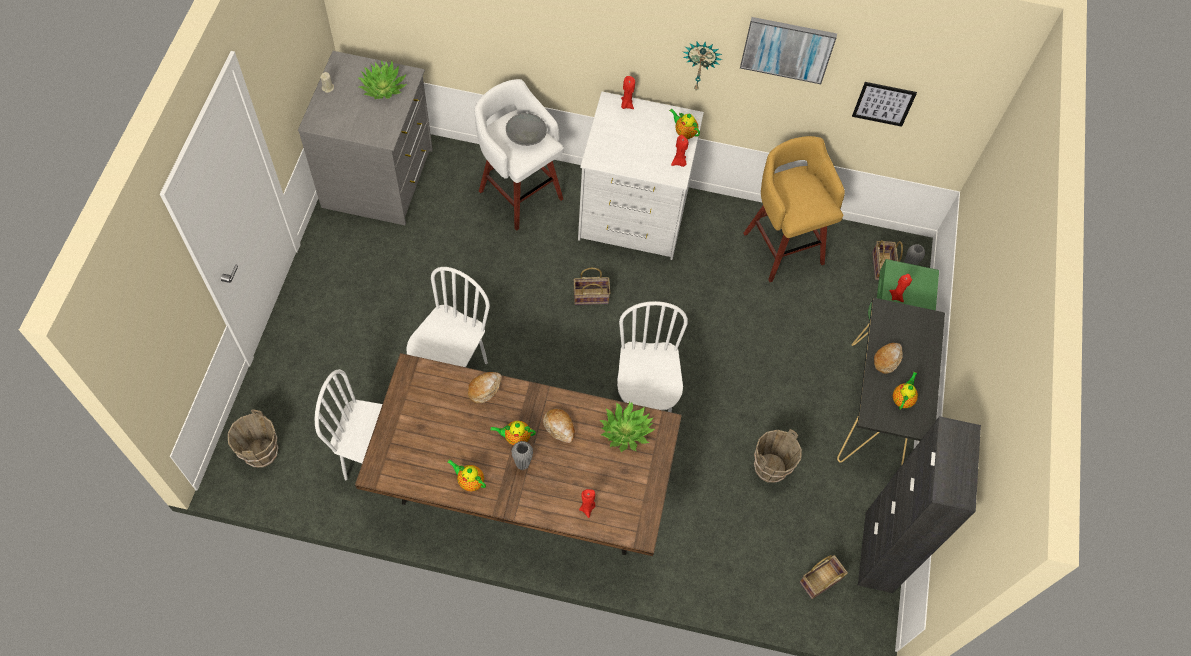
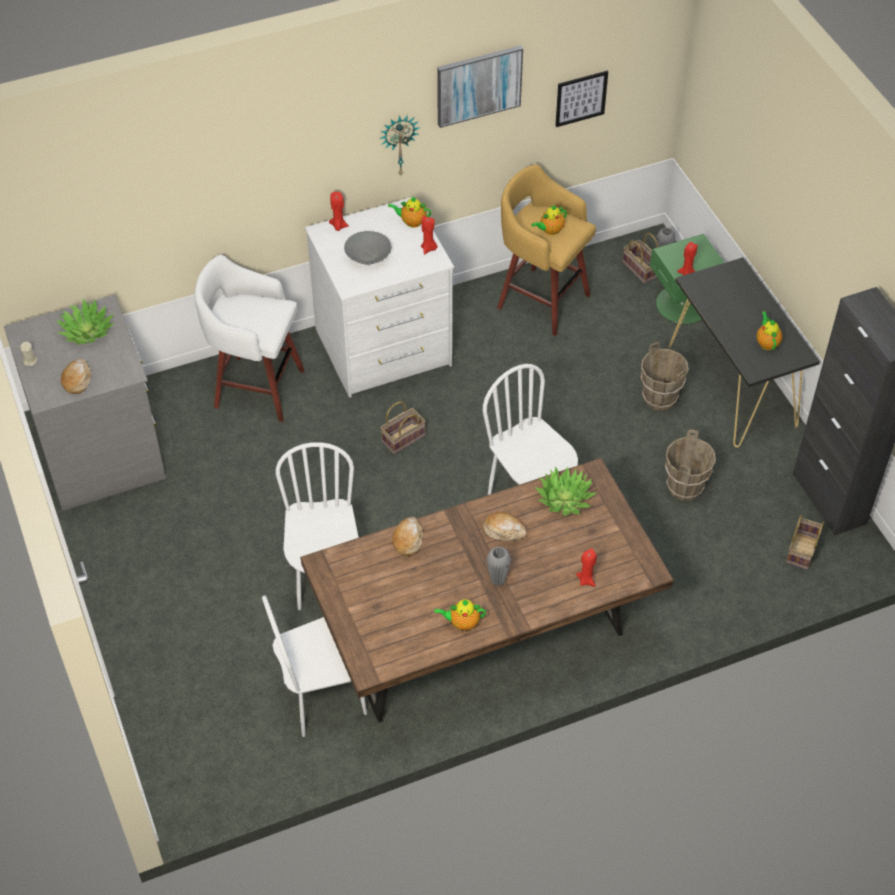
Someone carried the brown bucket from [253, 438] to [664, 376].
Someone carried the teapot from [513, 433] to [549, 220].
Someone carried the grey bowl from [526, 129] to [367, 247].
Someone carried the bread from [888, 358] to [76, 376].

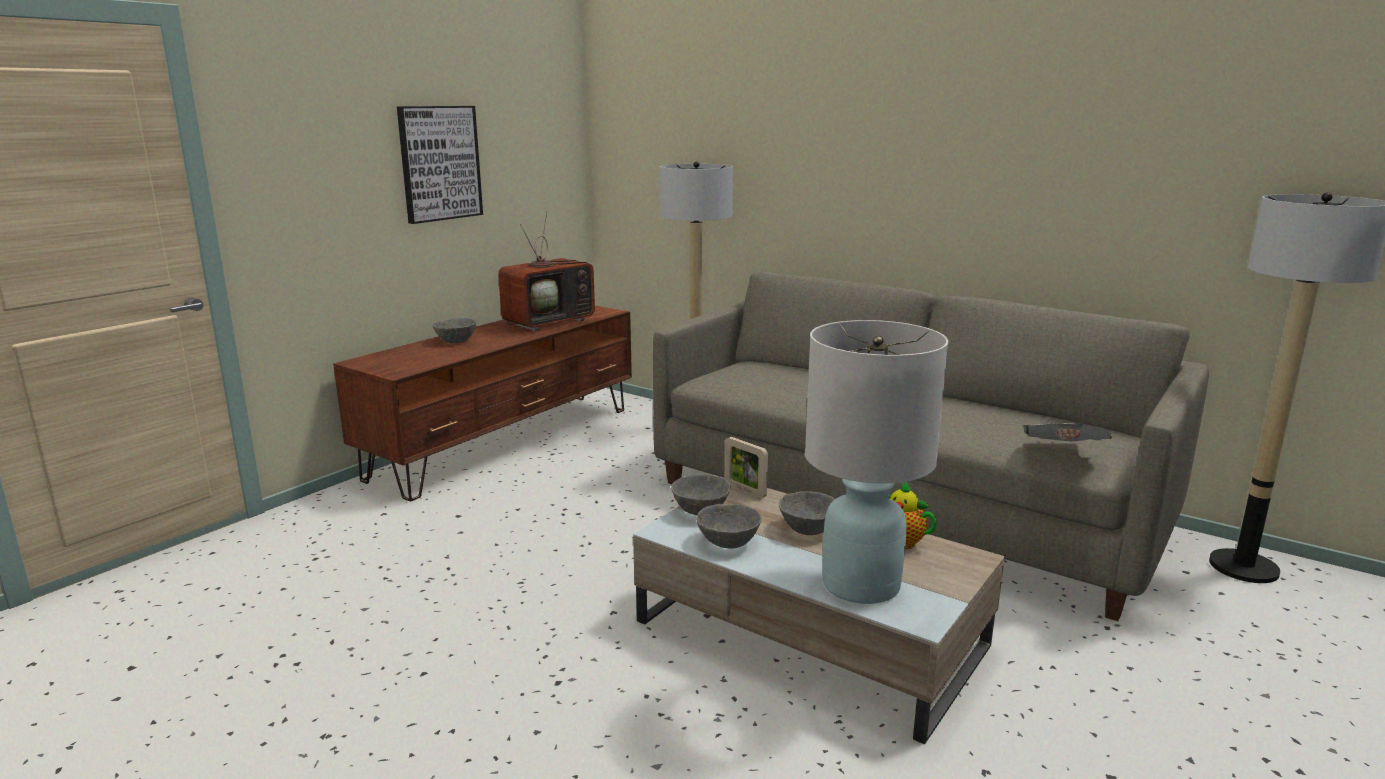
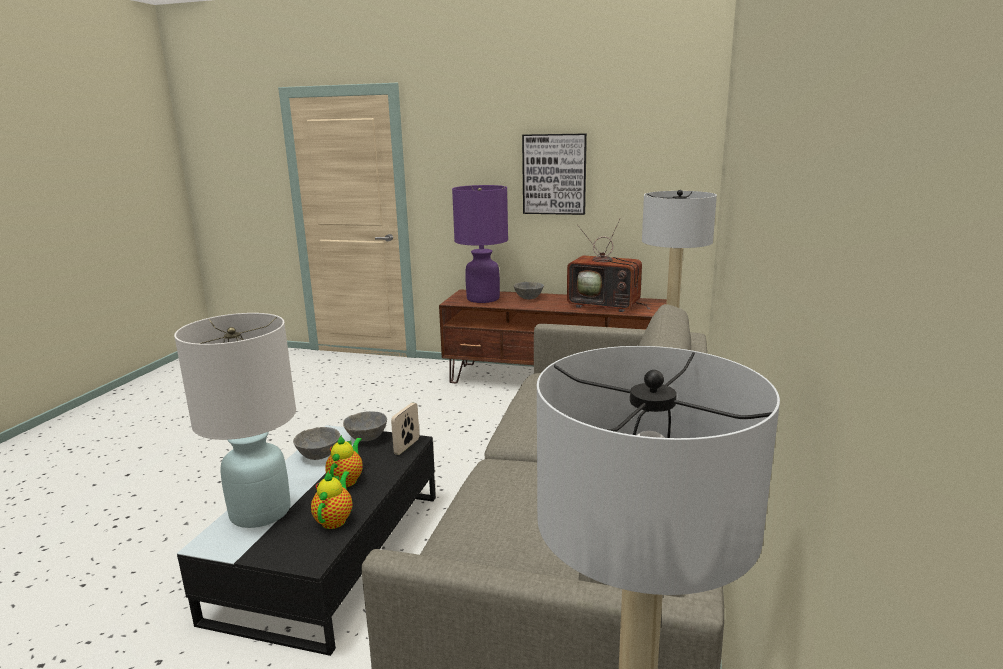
Someone took away the newspaper at [1067, 432].
Someone put down the purple table lamp at [480, 244].
Someone swapped the grey bowl at [807, 513] for the teapot at [344, 461].
Someone repainted the beige coffee table at [819, 615], which became the black coffee table at [306, 540].

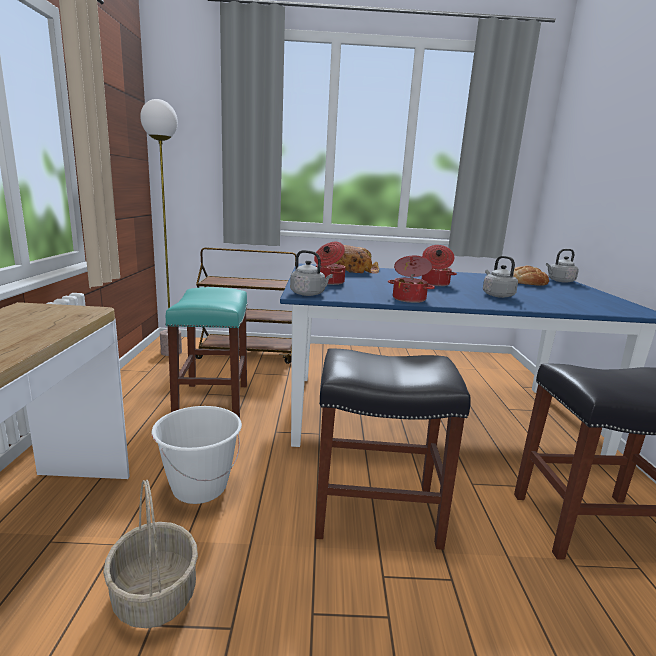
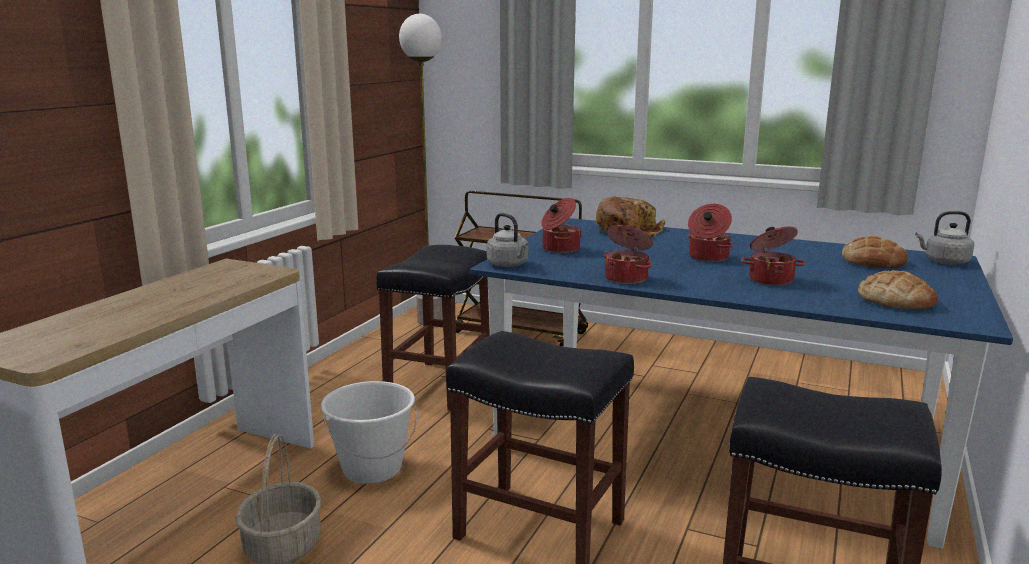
Someone put down the bread at [898, 289].
Someone swapped the grey kettle at [500, 277] for the cooking pot at [773, 256].
Someone repainted the turquoise stool at [206, 352], which became the black stool at [433, 328].

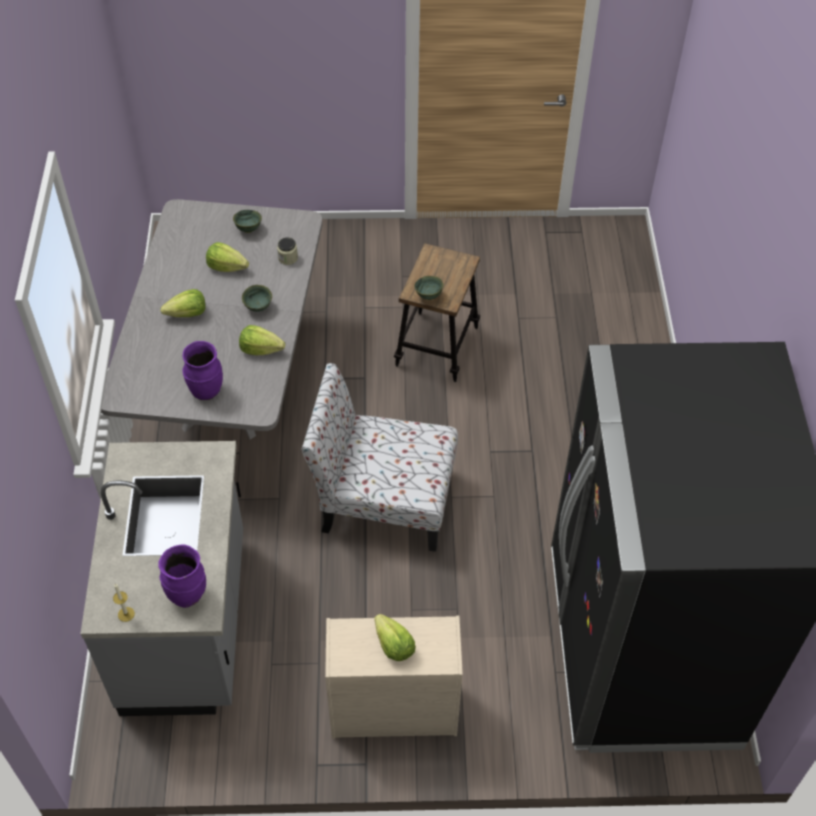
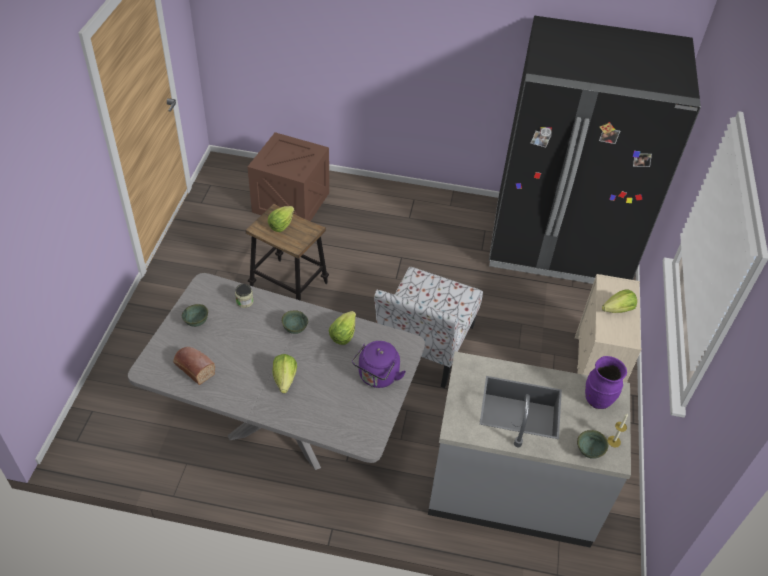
Someone put down the bread at [194, 366].
Someone put down the crate at [288, 176].
Someone carried the lettuce from [227, 257] to [281, 219].
Someone carried the green bowl from [428, 288] to [593, 444].
Someone swapped the purple vase at [202, 370] for the purple kettle at [379, 364].

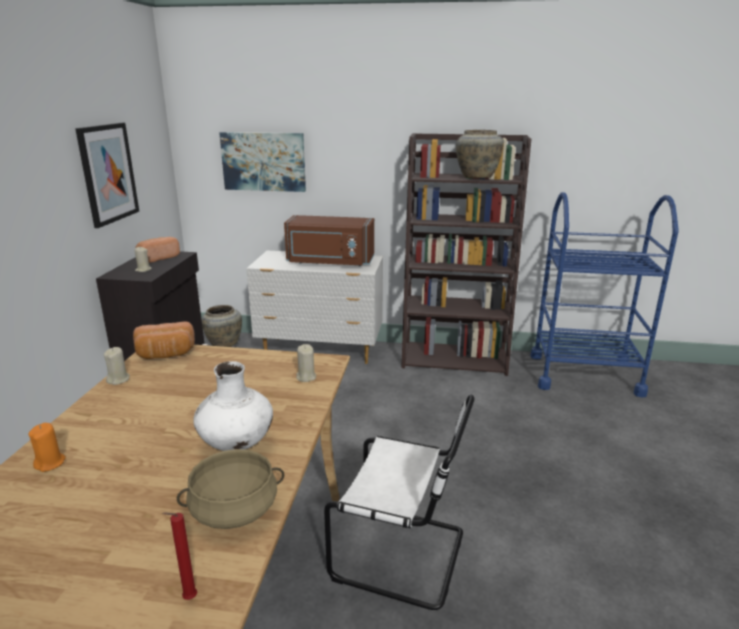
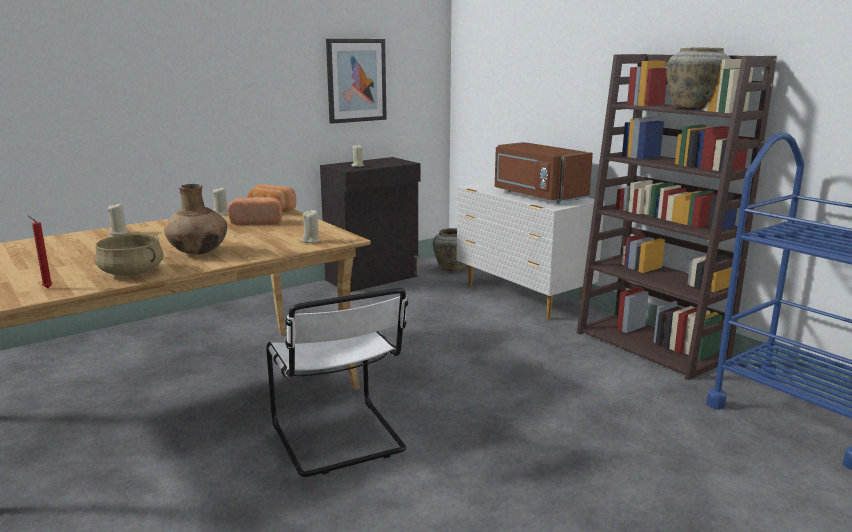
Someone took away the picture at [262, 162].
Someone carried the bread from [158, 250] to [255, 211].
Someone repainted the orange candle at [47, 447], which became the beige candle at [118, 219].
Someone repainted the white vase at [233, 406], which became the brown vase at [195, 219].

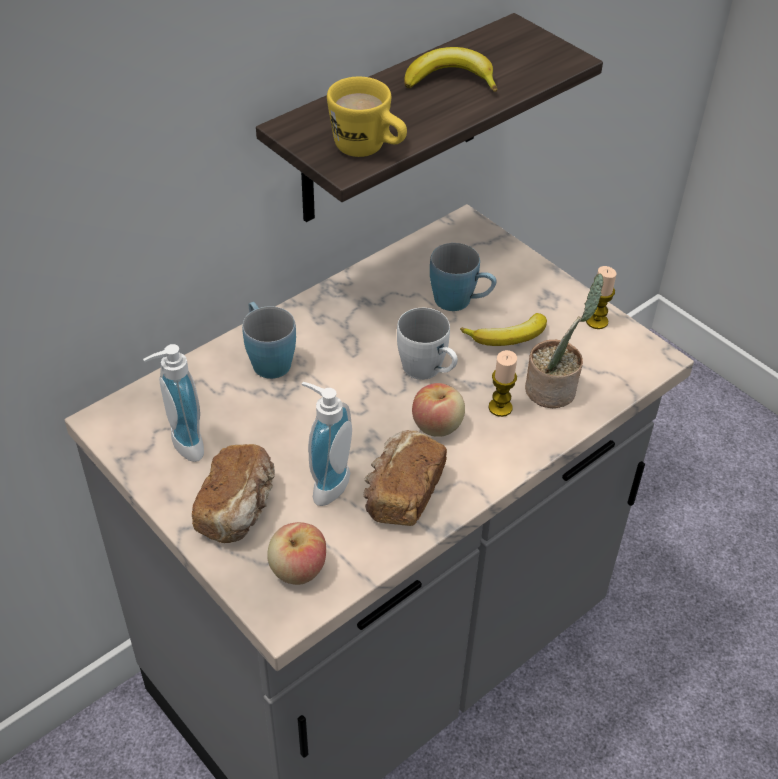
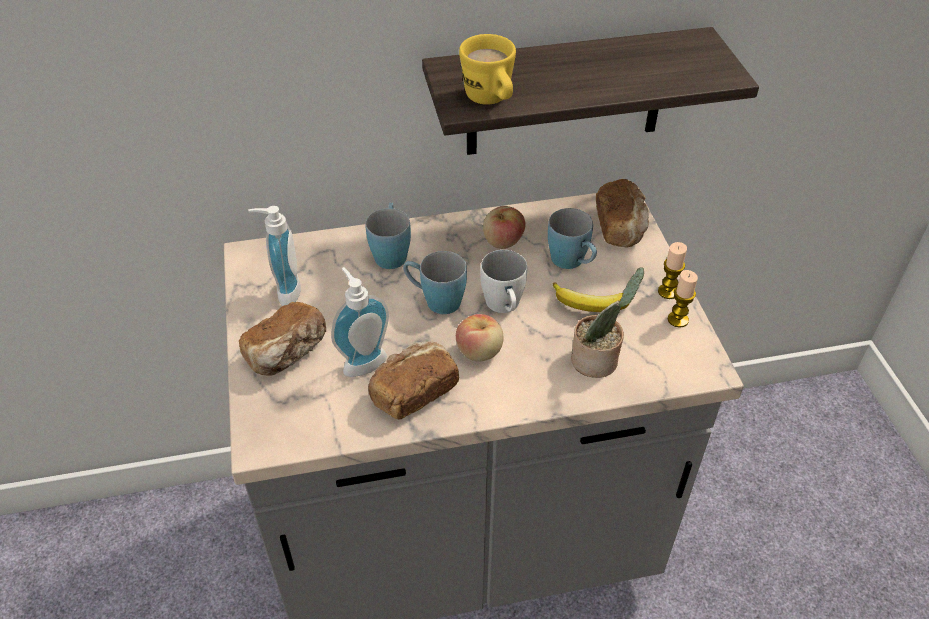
Someone took away the banana at [450, 69].
Someone put down the blue mug at [435, 282].
Someone put down the bread at [622, 213].
Someone carried the apple from [296, 553] to [504, 227].
Someone carried the candle from [503, 383] to [672, 270].

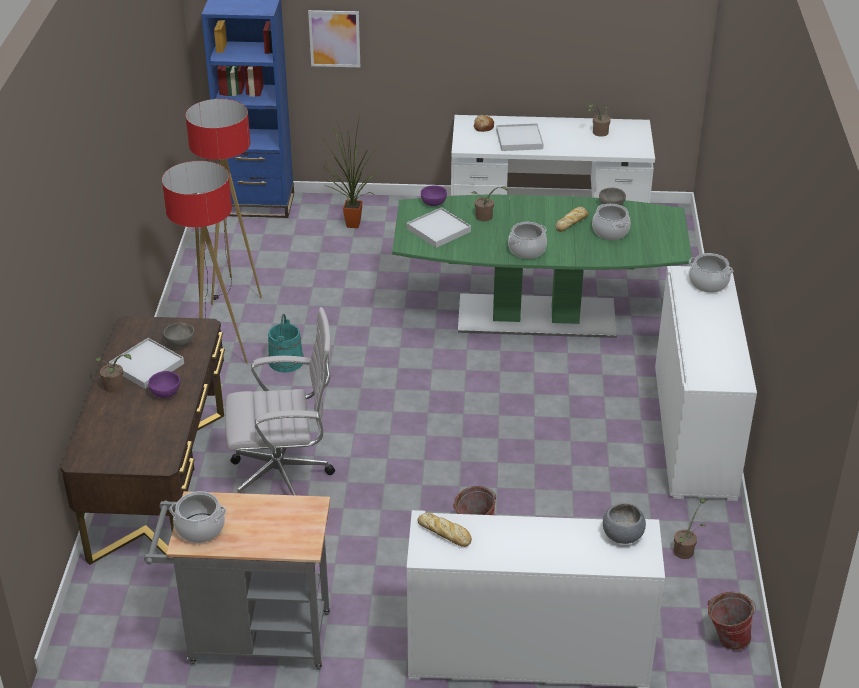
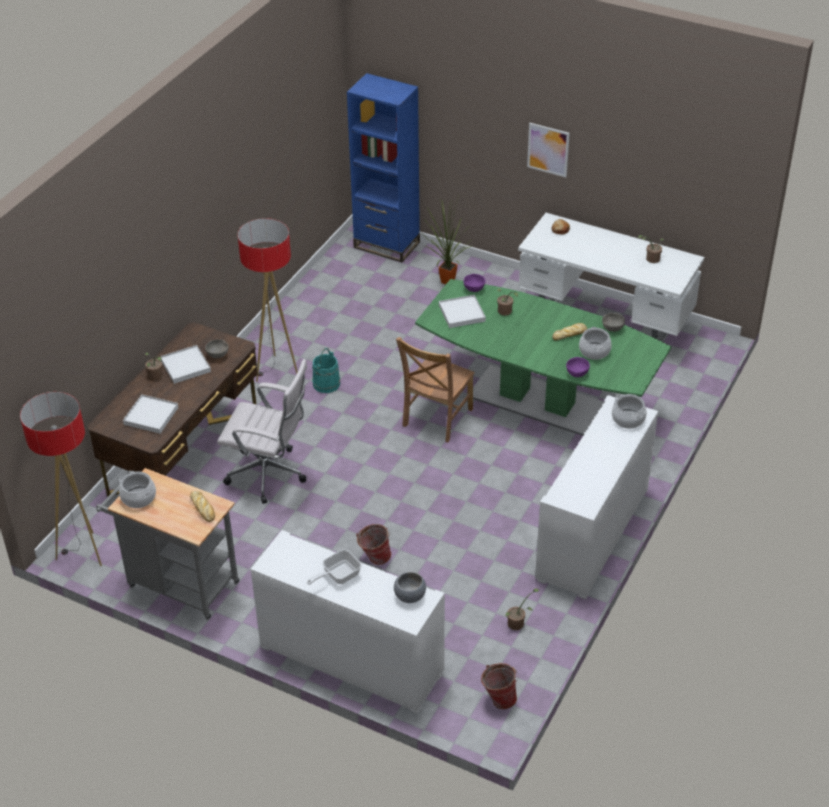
Someone took away the cooking pot at [527, 240].
Someone put down the frying pan at [334, 567].
Someone put down the brown chair at [435, 389].
Someone carried the purple bowl from [164, 384] to [578, 367].
Someone carried the floor lamp from [224, 202] to [61, 479].
Someone carried the picture from [334, 38] to [548, 150].
Someone carried the bread from [444, 530] to [202, 506].
Someone carried the white tray from [520, 137] to [150, 414].

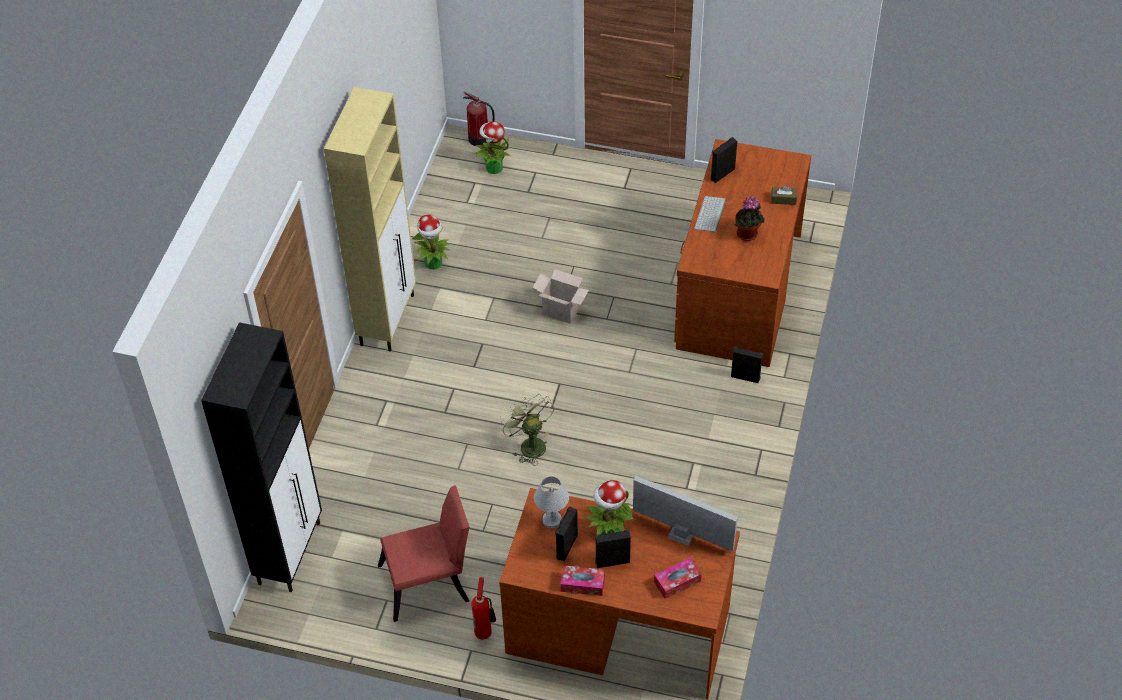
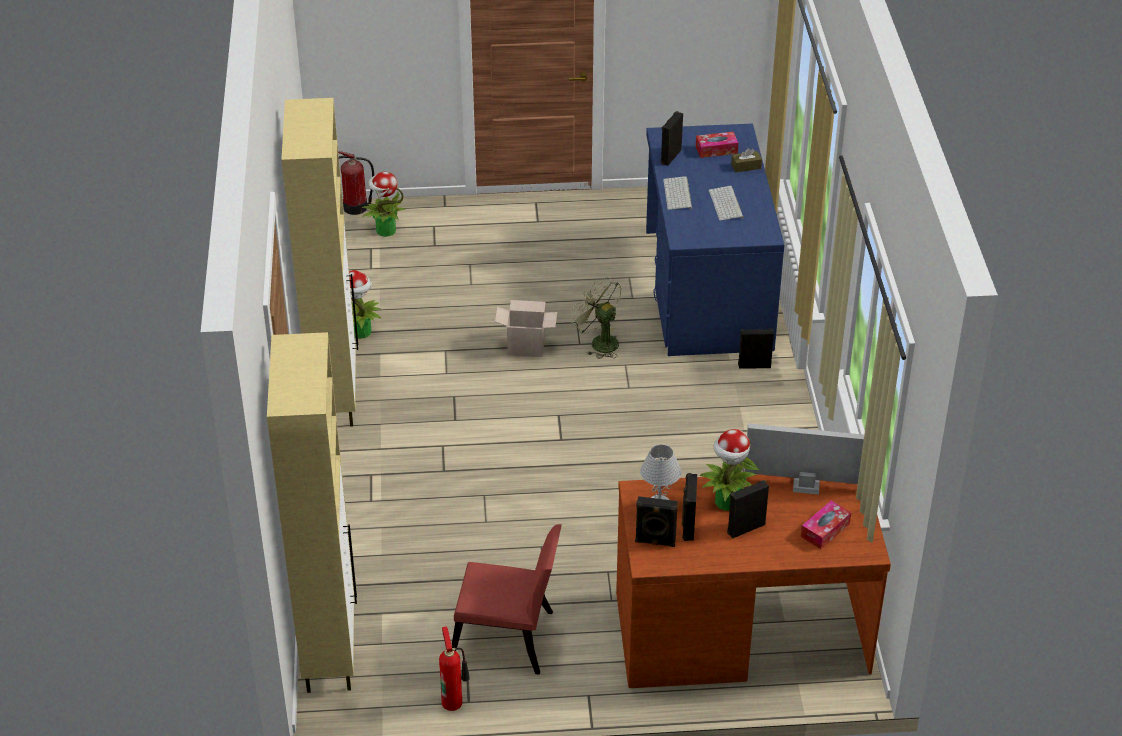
Someone put down the black speaker at [656, 521].
Someone carried the fire extinguisher from [483, 608] to [454, 668].
Someone carried the green fan from [527, 430] to [596, 318].
Someone carried the tissue box from [582, 580] to [717, 145].
Someone swapped the potted plant at [750, 218] for the keyboard at [726, 203].
Someone repainted the black cabinet at [261, 457], which became the beige cabinet at [312, 512].
Someone repainted the brown desk at [742, 253], which became the blue desk at [715, 240].
Someone rotated the red chair at [424, 553] by 45 degrees clockwise.

